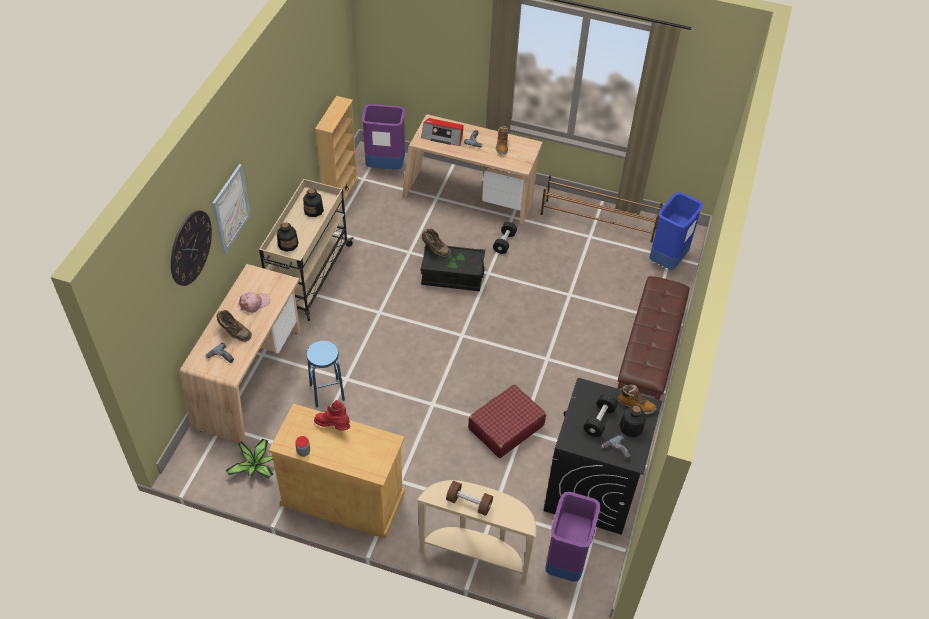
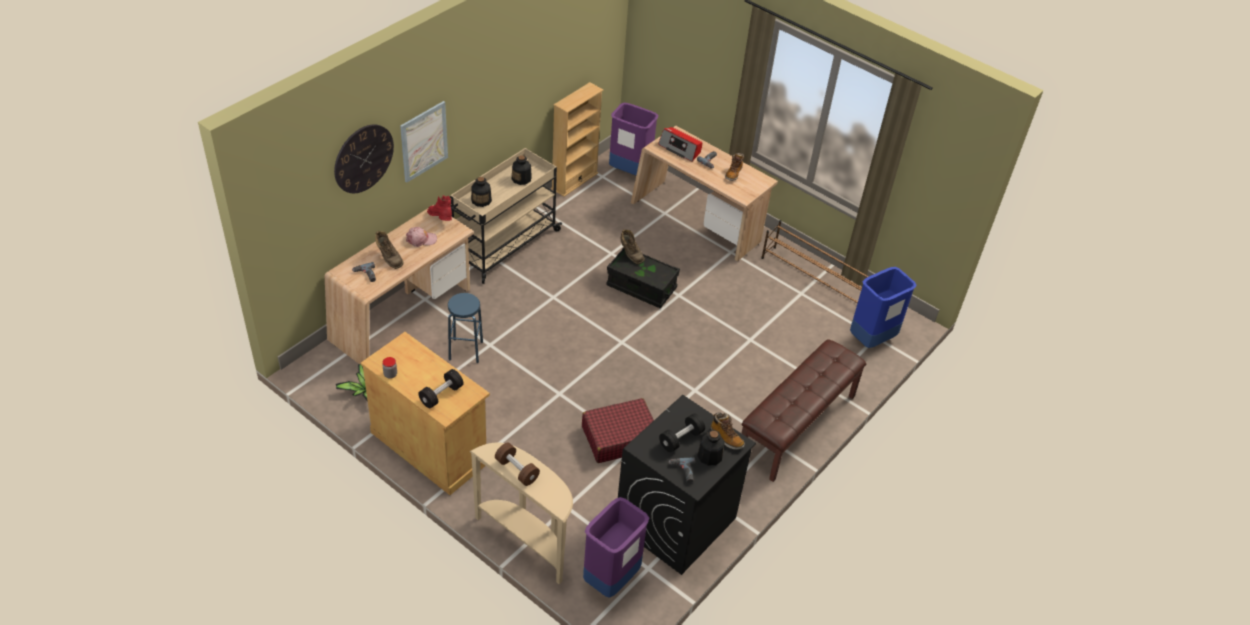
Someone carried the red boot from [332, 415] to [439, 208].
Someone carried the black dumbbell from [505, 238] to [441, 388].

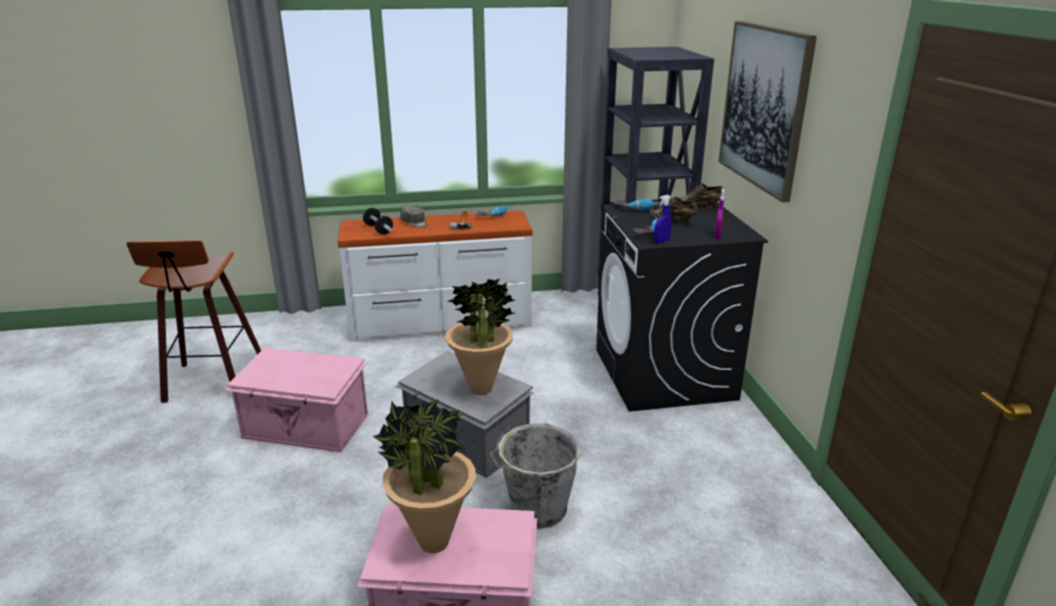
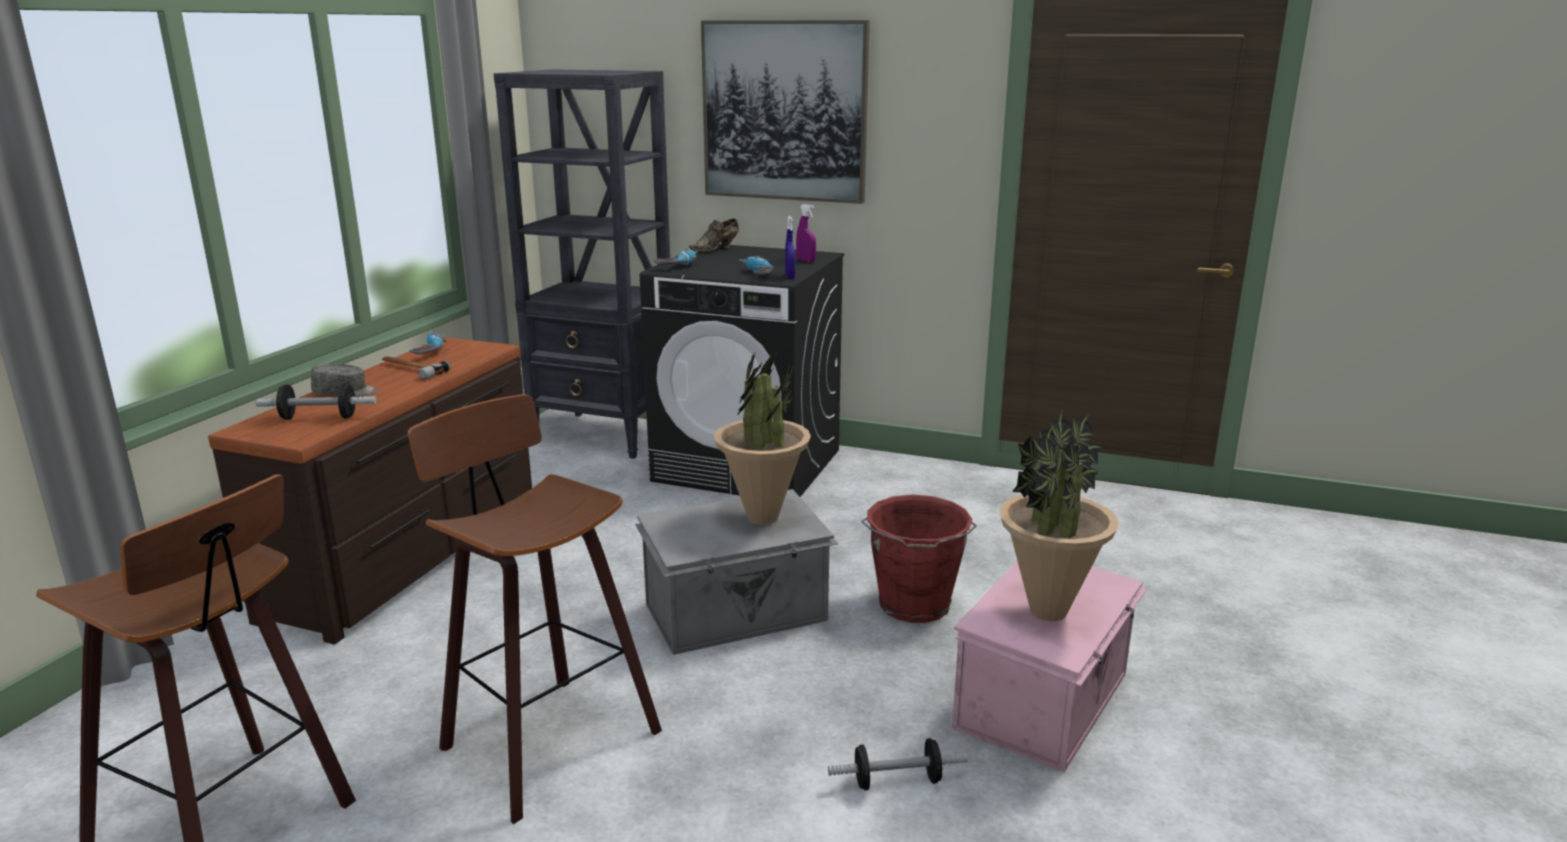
Someone took away the brown shoe at [673, 210].
Someone put down the dumbbell at [898, 764].
Someone swapped the pink storage box at [296, 399] for the stool at [535, 609].
Someone repainted the white dresser at [435, 276], which became the brown dresser at [370, 490].
Someone repainted the grey bucket at [535, 476], which became the red bucket at [919, 559].

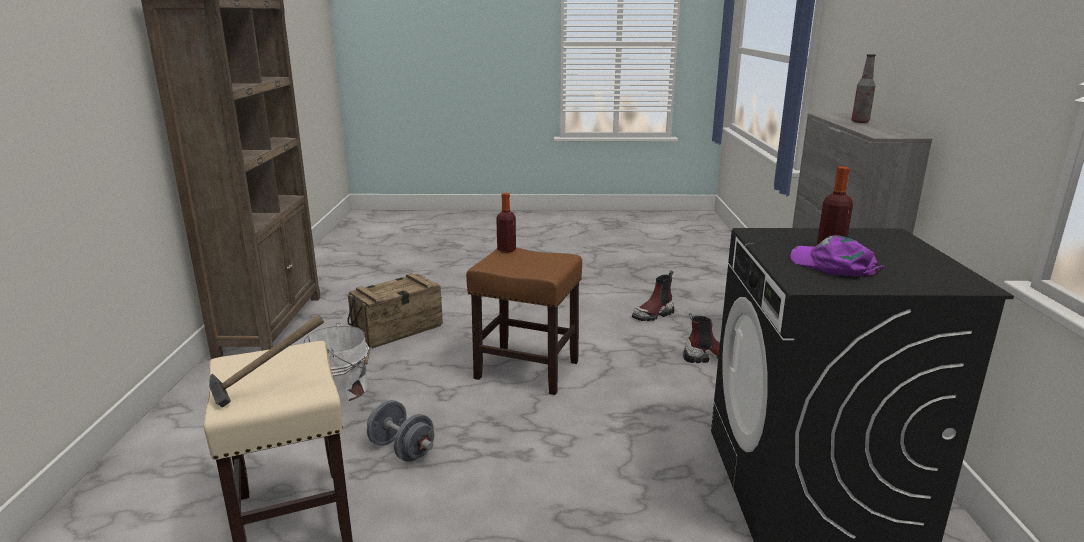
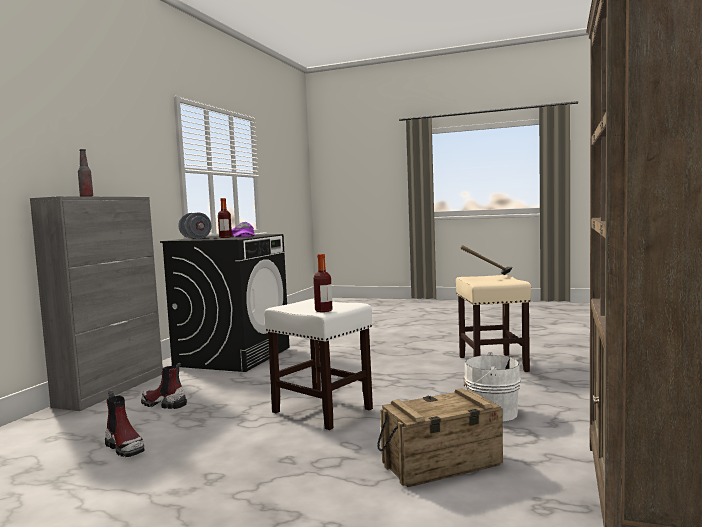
Someone carried the grey dumbbell from [400, 431] to [195, 225].
Someone repainted the brown stool at [524, 321], which became the white stool at [318, 364].
Someone rotated the boot at [653, 296] by 60 degrees clockwise.

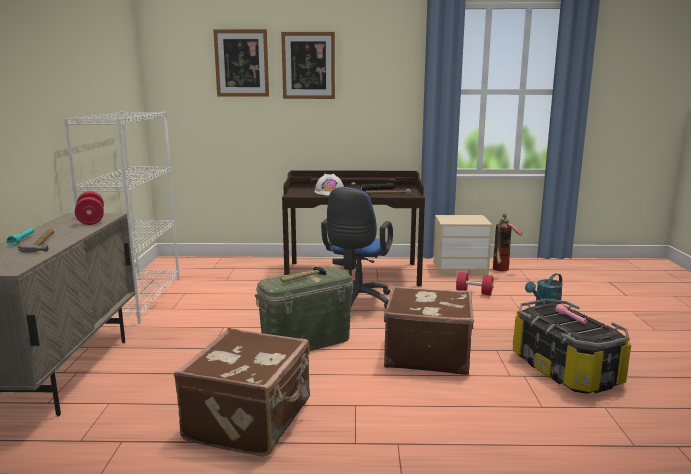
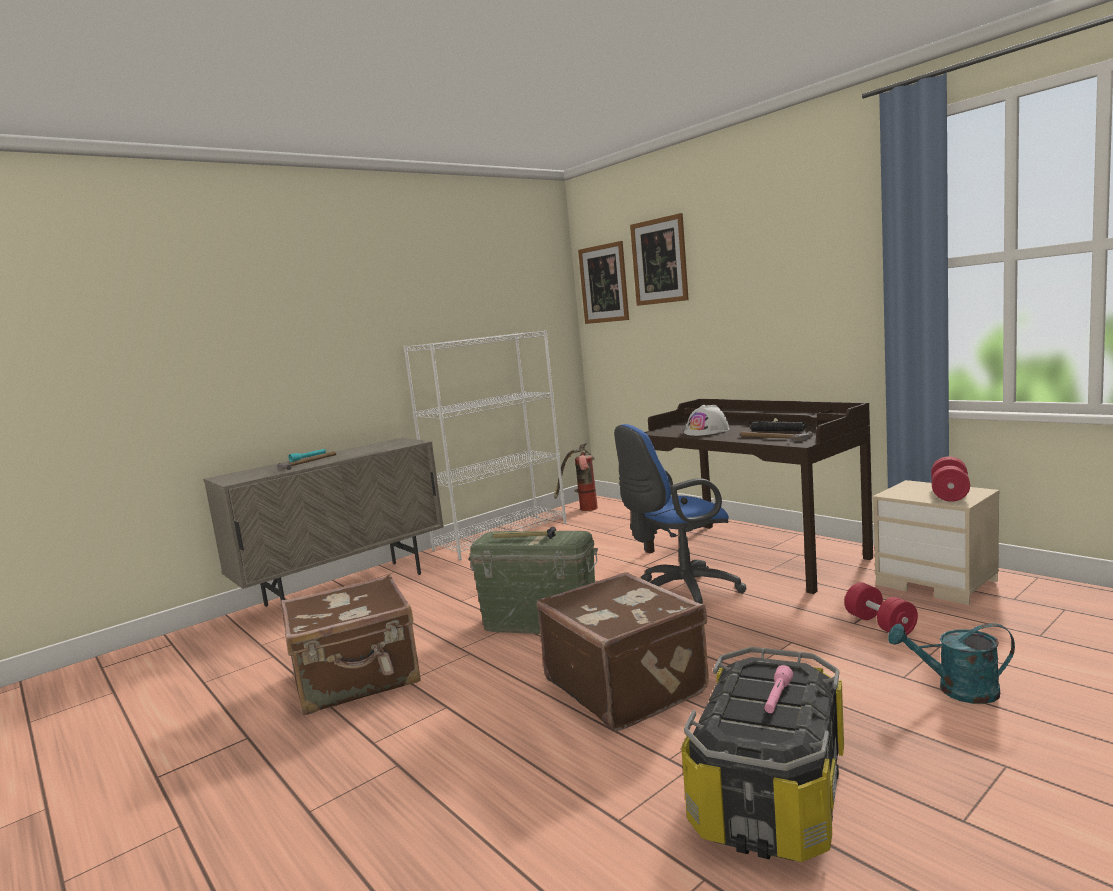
Someone carried the red dumbbell from [89, 208] to [950, 479].
Someone carried the picture from [308, 65] to [603, 282].
Someone carried the fire extinguisher from [507, 242] to [576, 477].

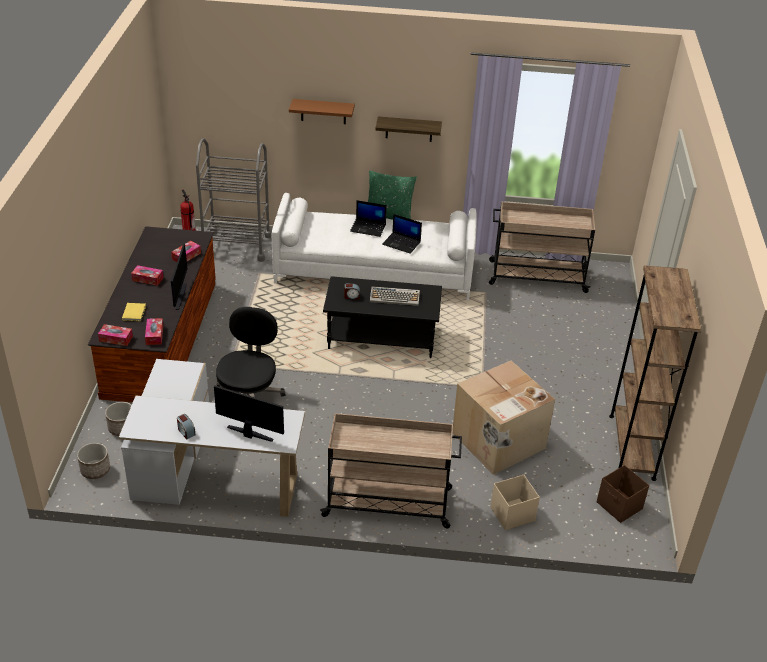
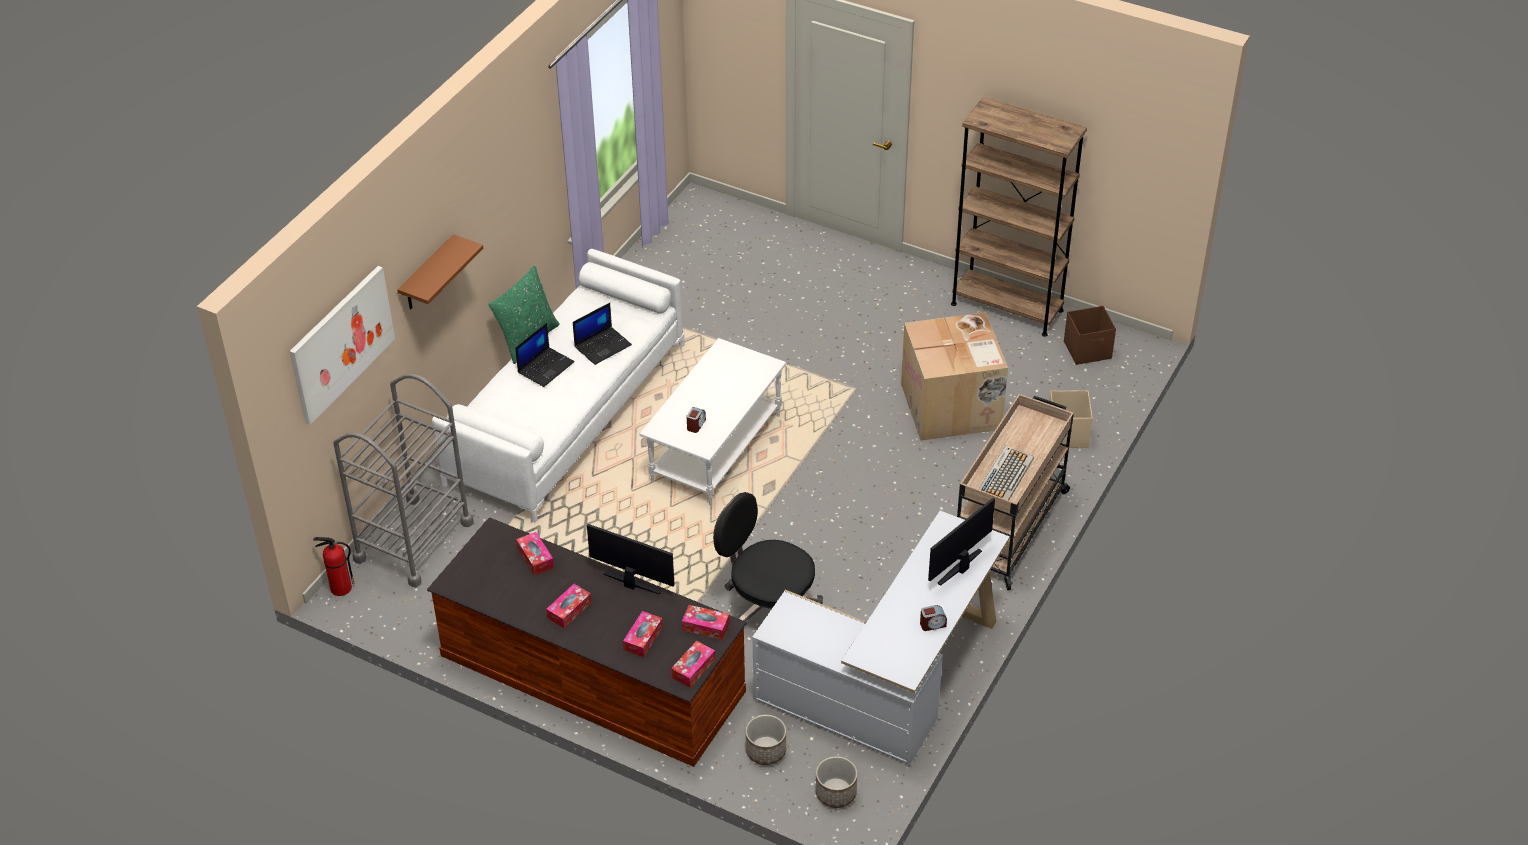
Someone took away the shelf at [408, 129].
Someone took away the beige cart at [542, 247].
Someone put up the picture at [342, 345].
Someone carried the keyboard from [395, 296] to [1006, 472].
Someone swapped the yellow book at [134, 312] for the tissue box at [643, 634].
Someone repainted the black coffee table at [382, 317], which became the white coffee table at [713, 421].

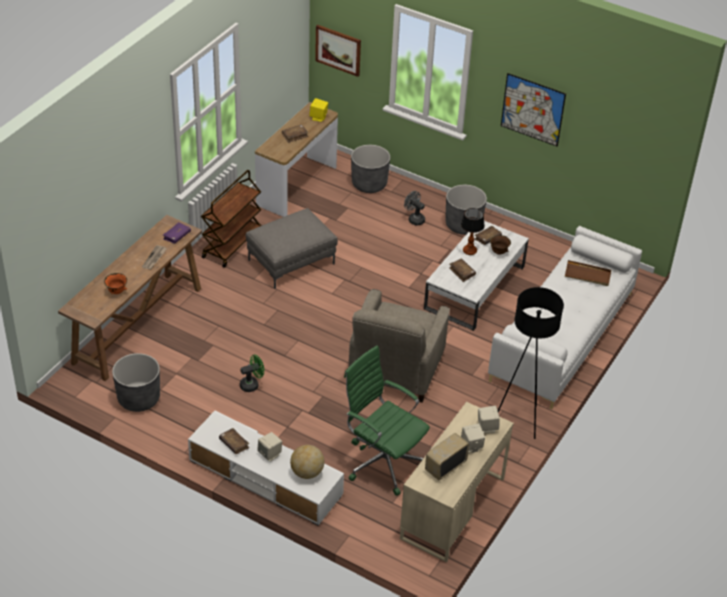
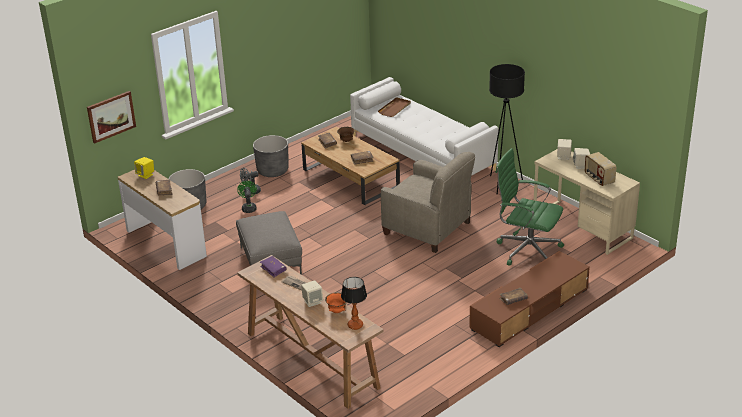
Someone took away the grey planter at [136, 382].
Someone took away the brown cart at [231, 219].
Someone took away the globe at [307, 462].
Someone took away the picture at [533, 109].
Someone carried the green fan from [252, 373] to [247, 197].
Someone carried the beige speaker from [269, 447] to [312, 293].
Someone carried the table lamp from [473, 231] to [354, 303].
Someone repainted the white tv stand at [266, 468], which became the brown tv stand at [529, 299].
Someone repainted the white coffee table at [476, 276], which became the brown coffee table at [350, 166].
Someone rotated the green office chair at [387, 420] by 60 degrees clockwise.

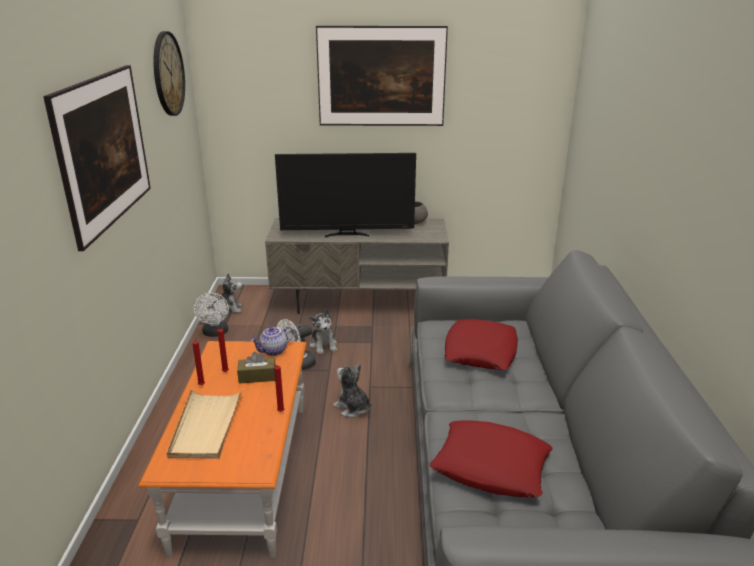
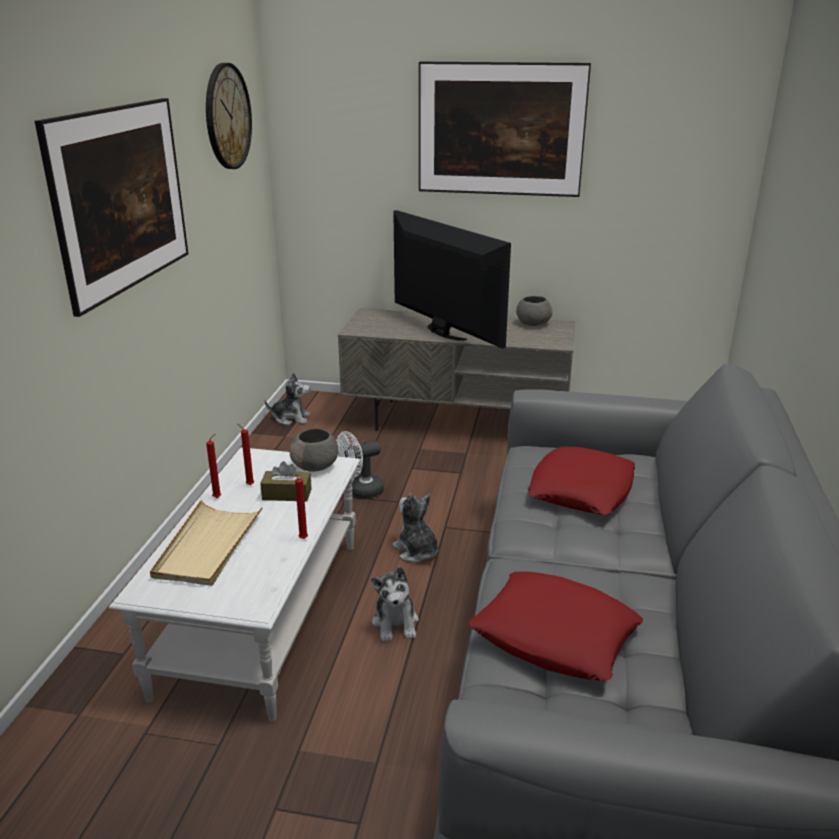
Someone took away the white fan at [211, 315].
Someone carried the plush toy from [323, 331] to [395, 604].
Someone swapped the teapot at [272, 341] for the grey bowl at [314, 450].
Someone repainted the orange coffee table at [222, 449], which became the white coffee table at [234, 584].
Someone rotated the television at [345, 195] by 135 degrees counterclockwise.

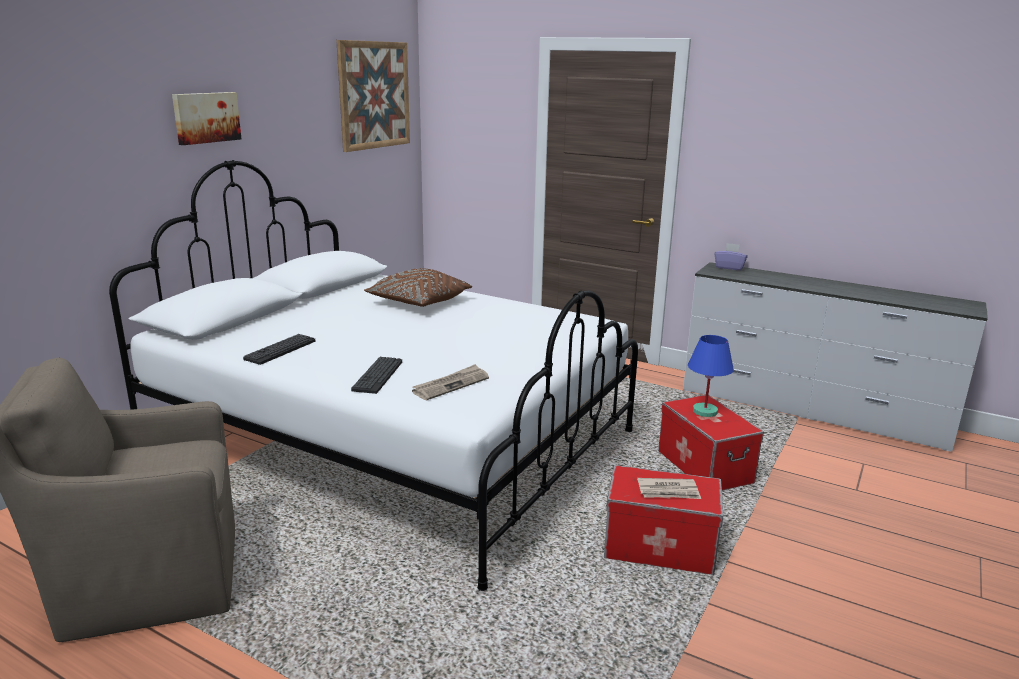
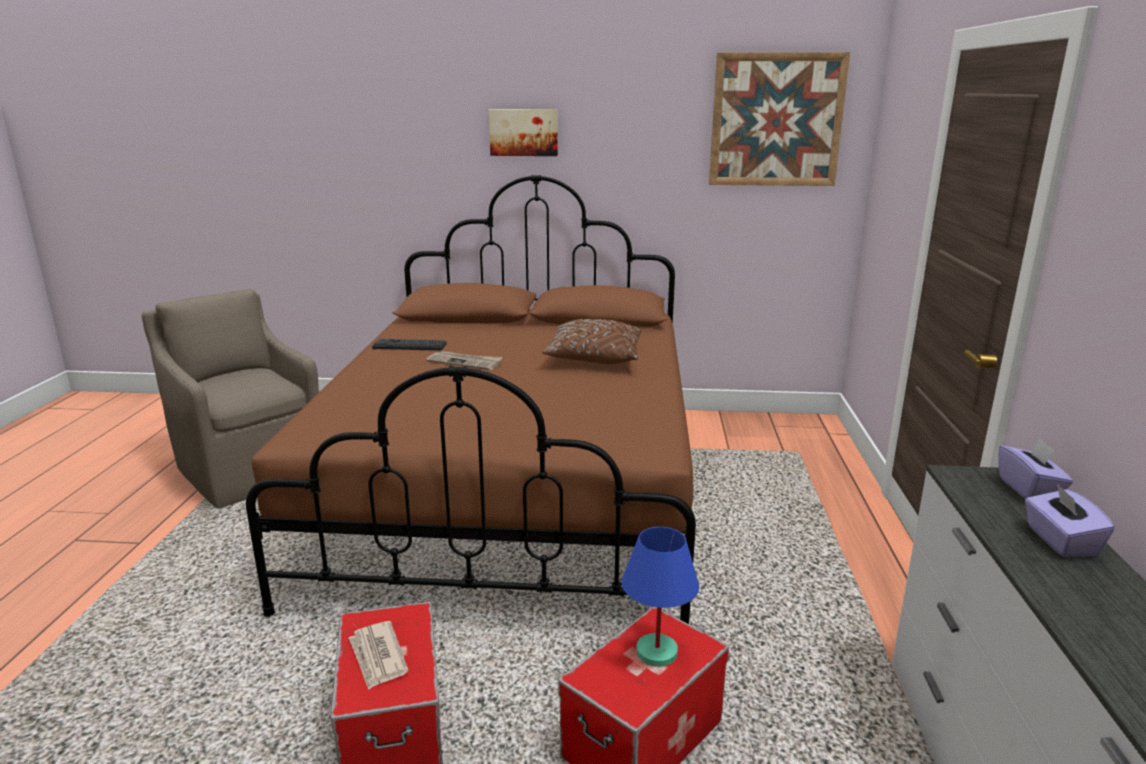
Someone took away the keyboard at [376, 375].
Someone put down the purple tissue box at [1070, 520].
Someone carried the newspaper from [450, 382] to [464, 360].
Someone repainted the white bed at [373, 375], which became the brown bed at [471, 399].

